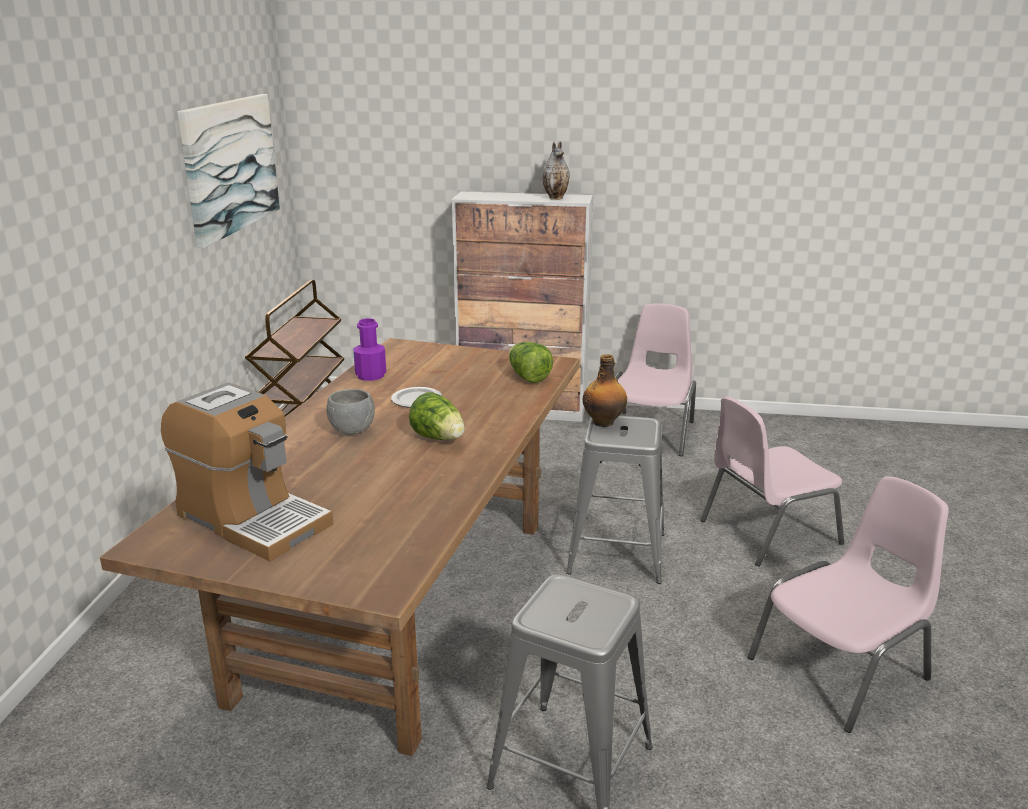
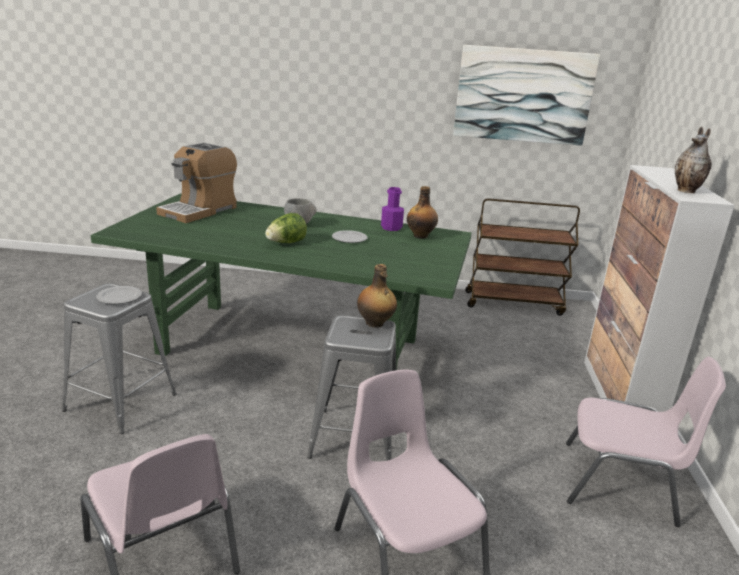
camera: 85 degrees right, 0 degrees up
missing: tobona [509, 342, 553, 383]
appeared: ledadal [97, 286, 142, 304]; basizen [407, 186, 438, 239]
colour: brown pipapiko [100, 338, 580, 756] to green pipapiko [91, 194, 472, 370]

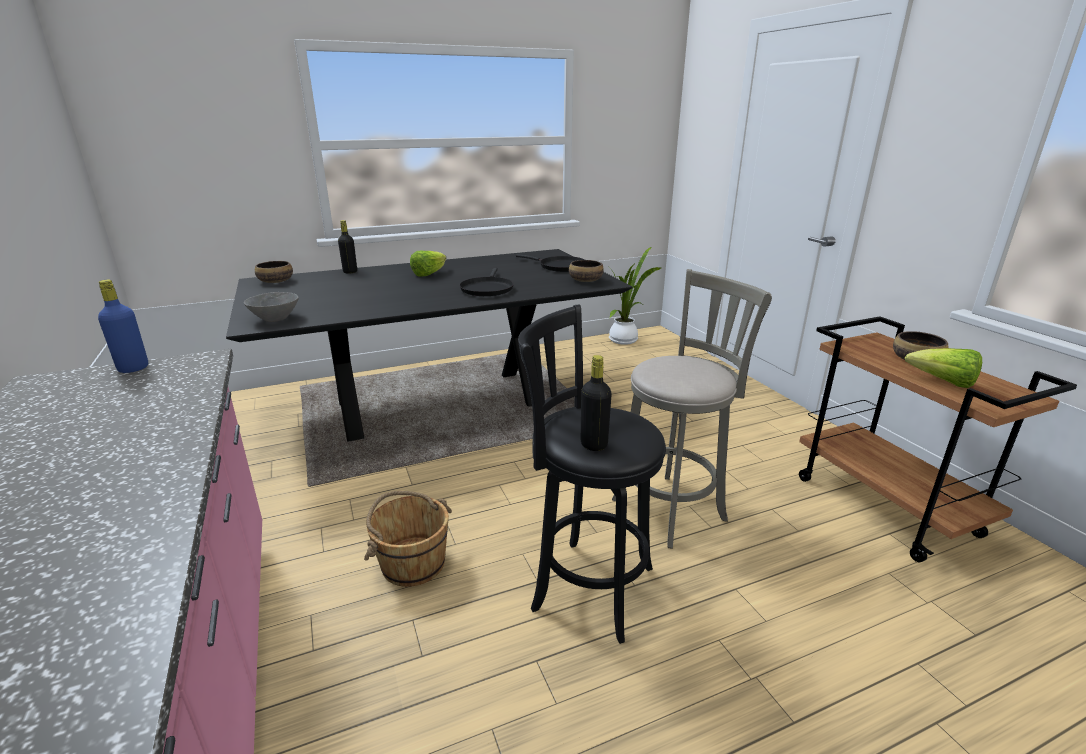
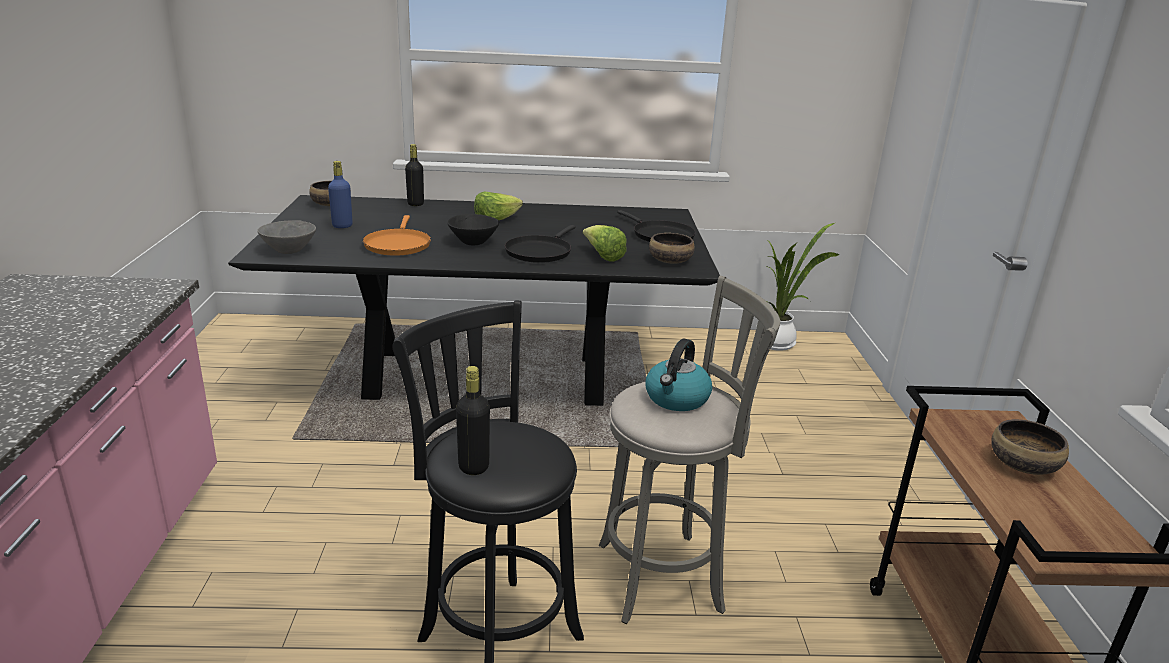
camera: 20 degrees right, 0 degrees up
missing: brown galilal [364, 491, 452, 587]
appeared: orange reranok [363, 215, 431, 256]; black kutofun [447, 214, 499, 245]; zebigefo [645, 339, 712, 411]
relocated: blue basizen [98, 280, 148, 373] to [328, 161, 352, 228]; tobona [905, 348, 982, 388] to [583, 225, 627, 262]

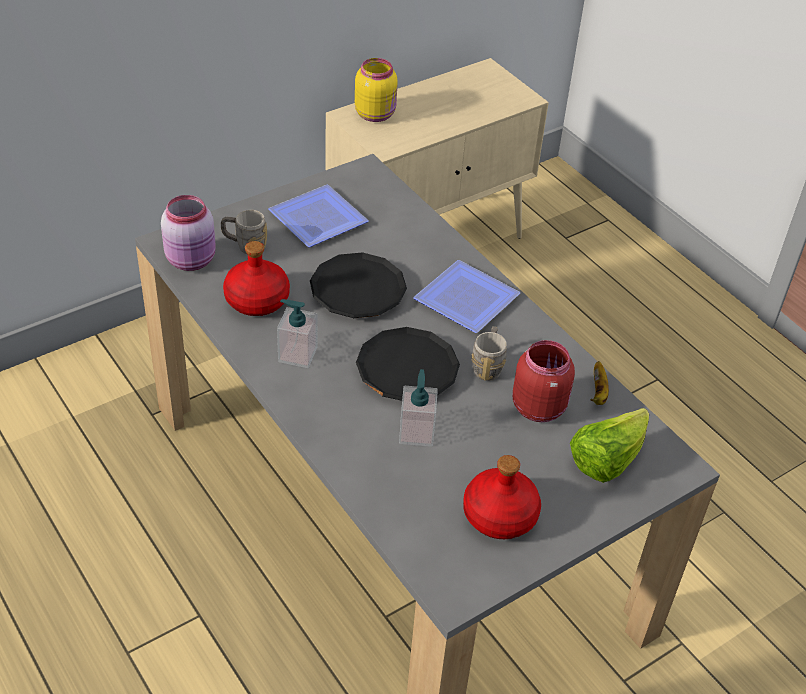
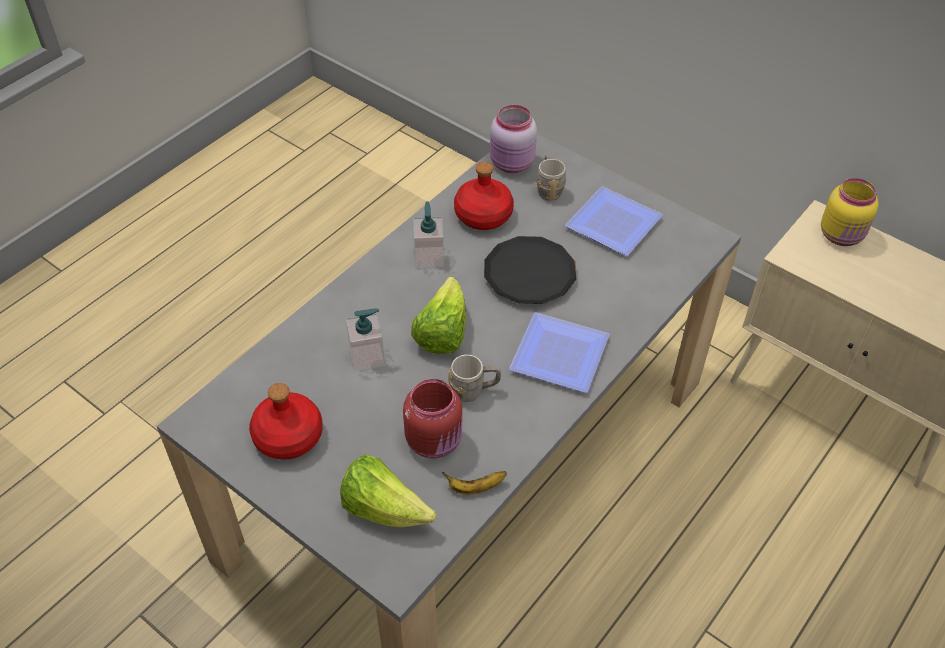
camera: 75 degrees right, 5 degrees up
exchanged: black ledadal [356, 327, 460, 401] to tobona [411, 277, 466, 354]

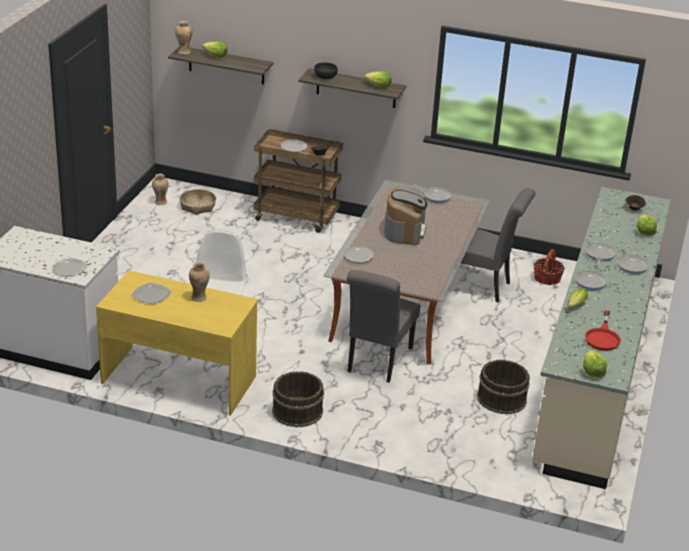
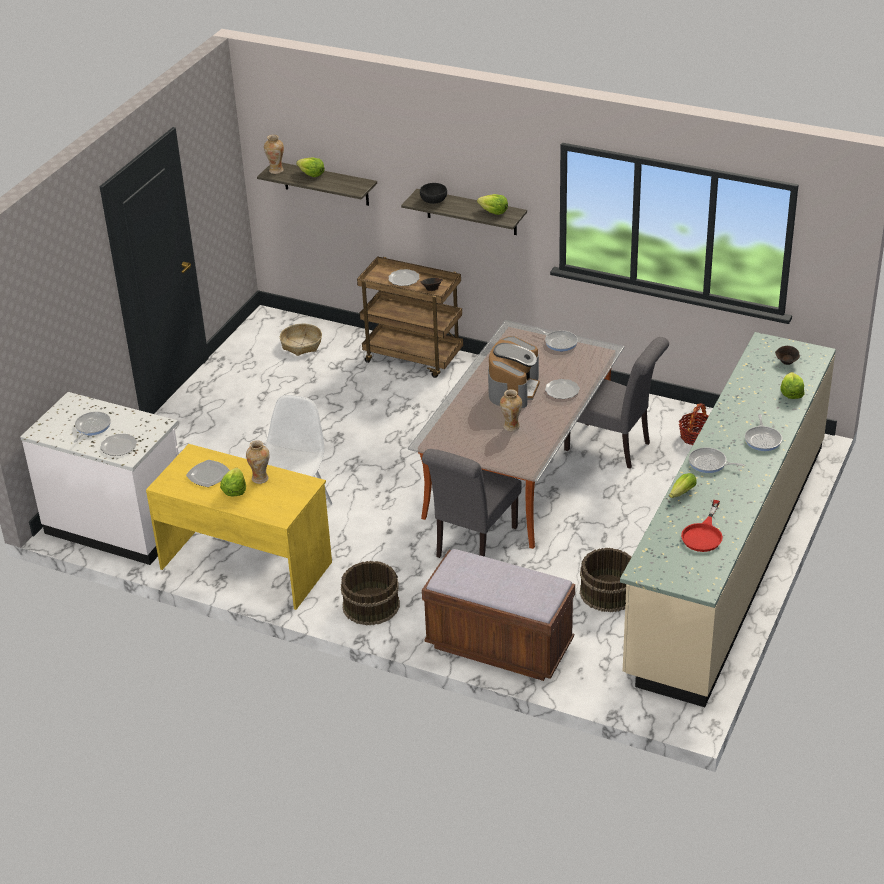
camera: 10 degrees right, 5 degrees up
appeared: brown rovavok [422, 549, 575, 681]
relocated: reranok [585, 243, 616, 266] to [74, 412, 111, 442]; tobona [583, 350, 607, 377] to [220, 468, 246, 496]; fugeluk [152, 174, 168, 205] to [500, 389, 522, 431]; ledadal [343, 246, 374, 263] to [545, 379, 580, 399]

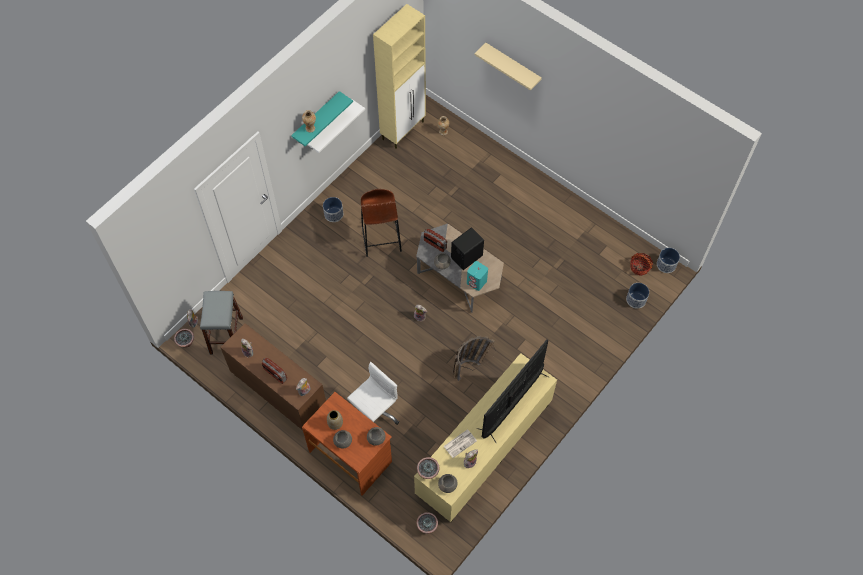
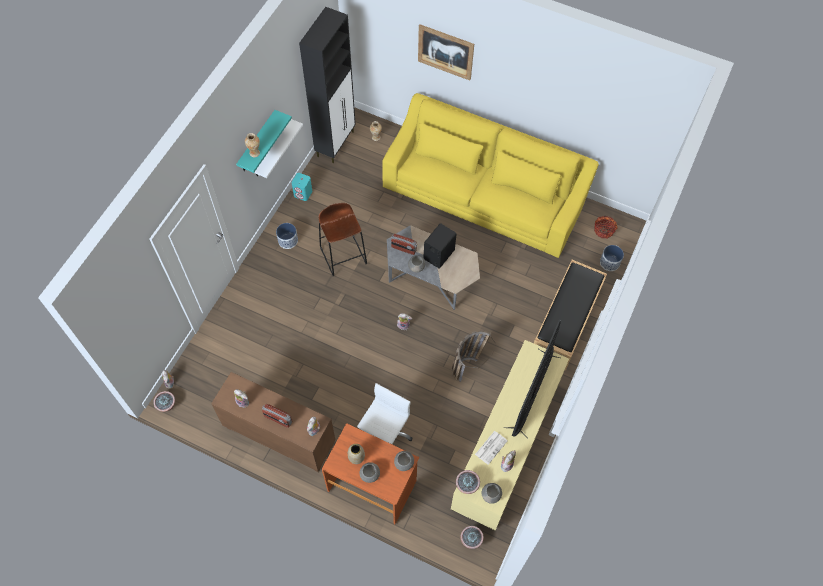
camera: 15 degrees left, 0 degrees up
missing: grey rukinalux [200, 291, 243, 355]; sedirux [657, 248, 680, 273]
appeared: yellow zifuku [382, 93, 599, 258]; black rovavok [534, 260, 607, 370]
relocated: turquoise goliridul [467, 261, 488, 291] to [291, 173, 312, 201]
exchanged: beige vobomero [475, 43, 542, 90] to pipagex [418, 24, 474, 81]
colour: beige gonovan [373, 4, 426, 149] to black gonovan [299, 7, 356, 163]

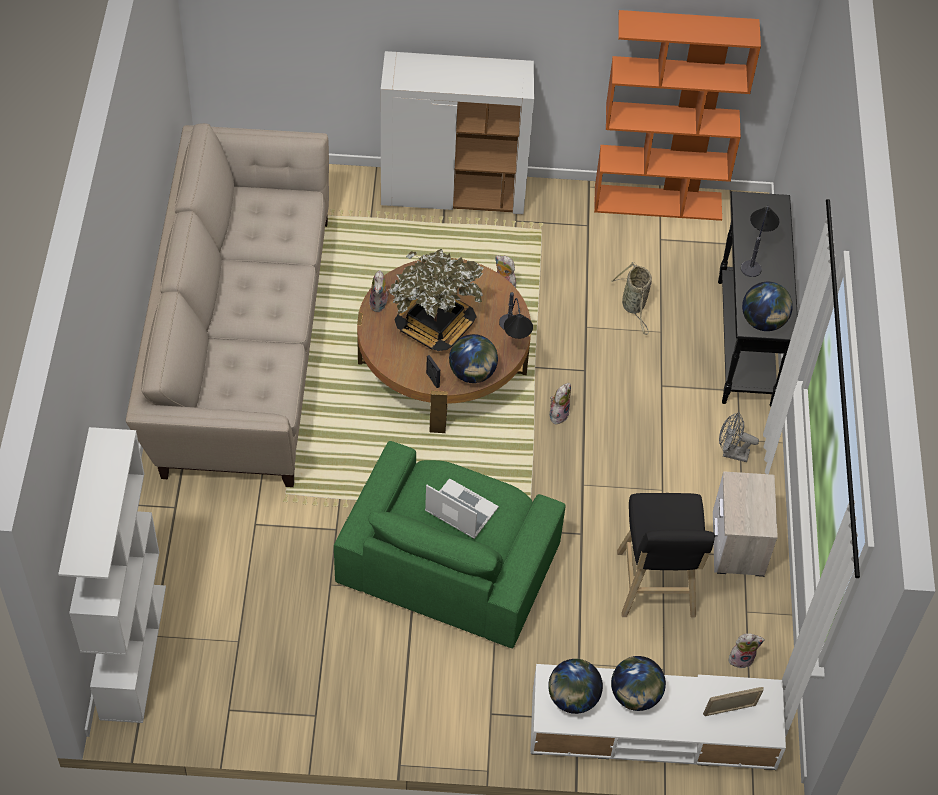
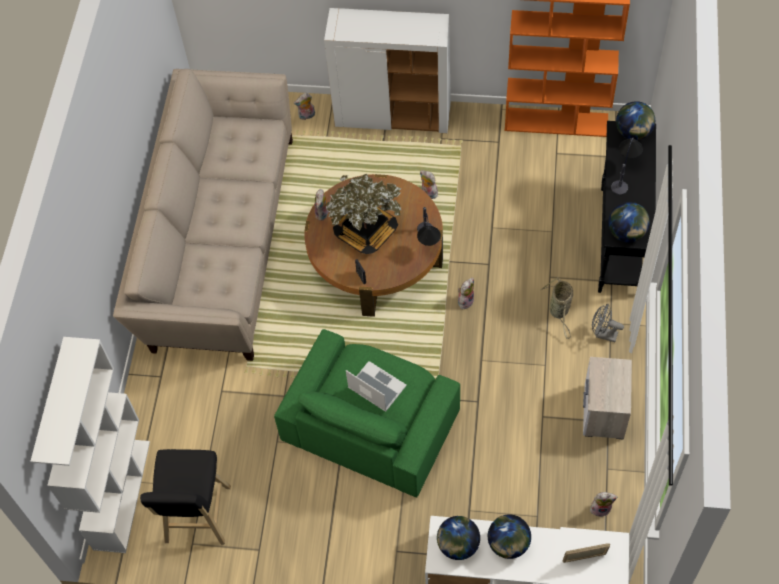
camera: 10 degrees right, 5 degrees up
appeared: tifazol [294, 93, 315, 120]
relocated: black rukinalux [617, 493, 715, 618] to [140, 449, 231, 544]; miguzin [611, 262, 652, 335] to [541, 277, 573, 339]; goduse [449, 334, 498, 383] to [616, 101, 655, 140]

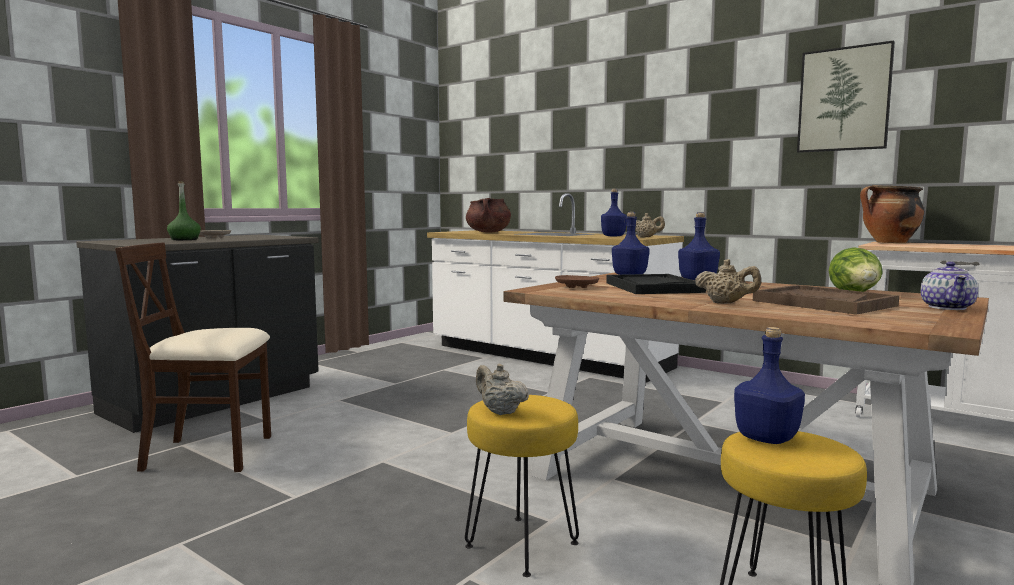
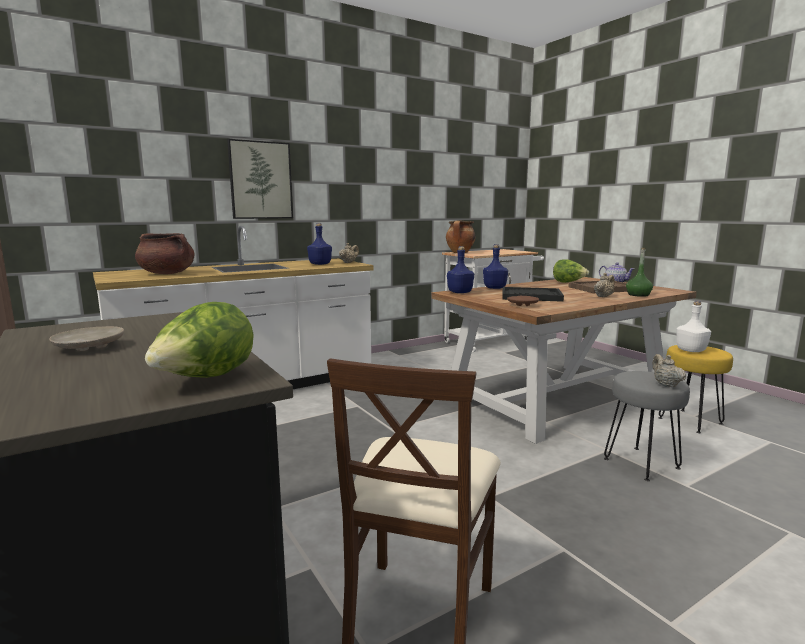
camera: 70 degrees left, 5 degrees up
appeared: tobona [145, 302, 254, 378]
relocated: pipagex [797, 40, 895, 153] to [227, 139, 293, 219]; green basizen [167, 181, 201, 240] to [626, 248, 653, 297]
colour: yellow rukinalux [465, 395, 579, 577] to grey rukinalux [604, 371, 690, 481]; blue basizen [734, 327, 805, 444] to white basizen [676, 301, 711, 352]
spun: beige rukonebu [476, 363, 529, 415] = [652, 354, 686, 387] 105 degrees clockwise

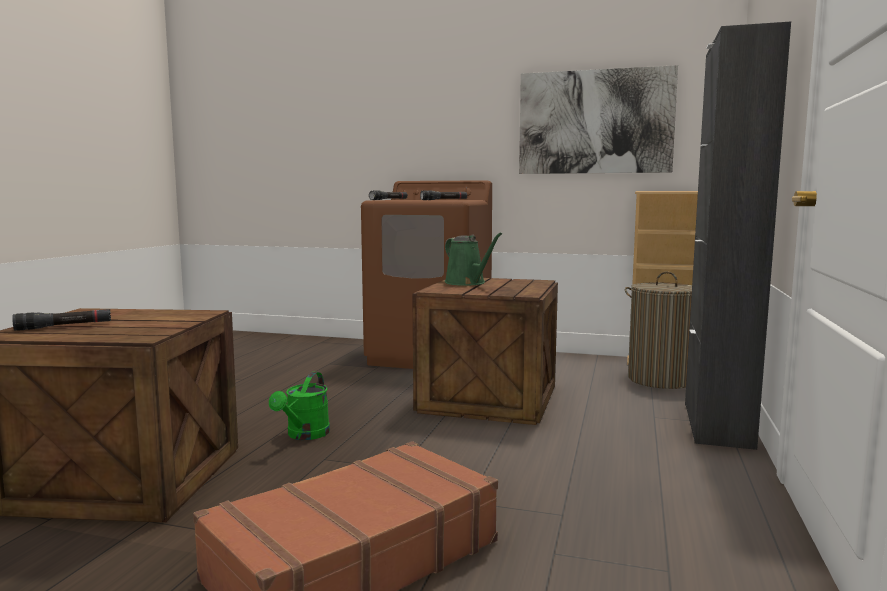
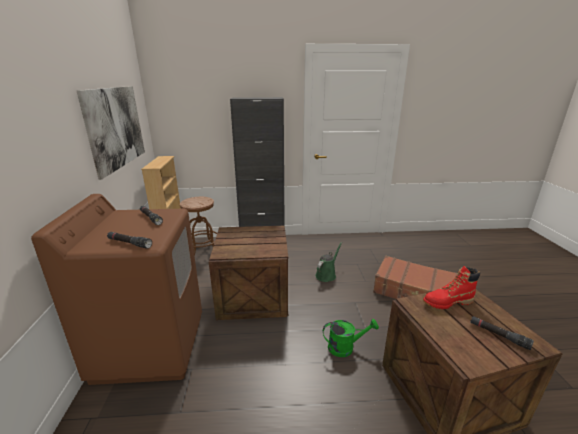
camera: 110 degrees left, 15 degrees up
appeared: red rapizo [423, 266, 480, 309]
relocated: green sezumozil [445, 233, 502, 286] to [315, 242, 342, 282]
exchanged: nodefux [625, 271, 692, 389] to brown rukinalux [180, 197, 217, 256]

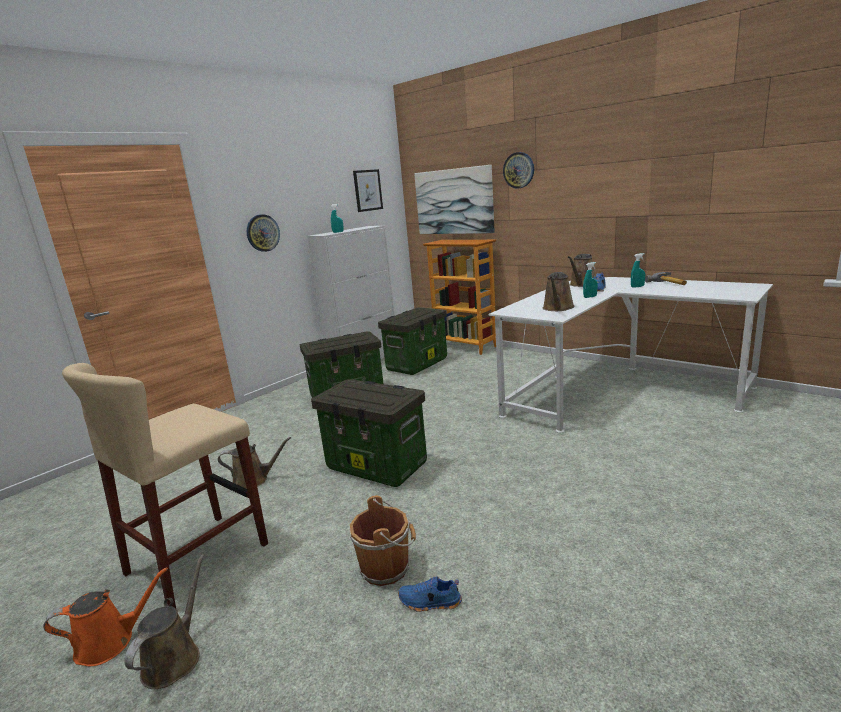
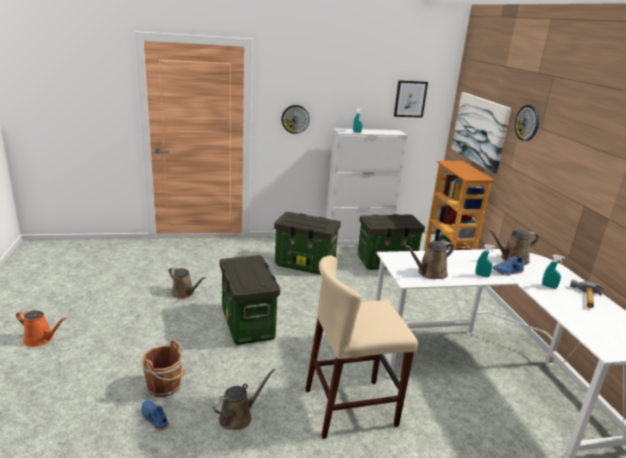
camera: 35 degrees right, 5 degrees up
relocated: brown sezumozil [124, 554, 205, 689] to [212, 368, 276, 430]; beige rukinalux [62, 363, 268, 608] to [305, 256, 418, 439]

